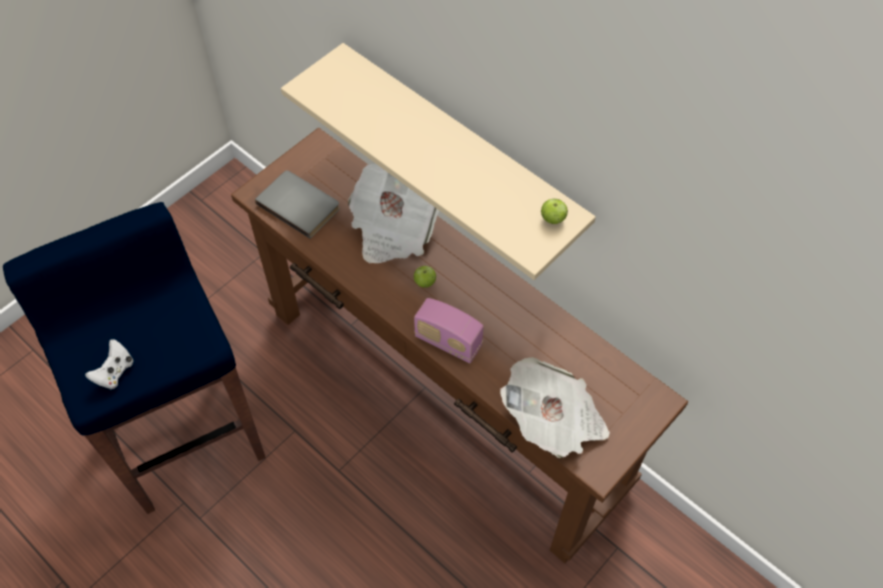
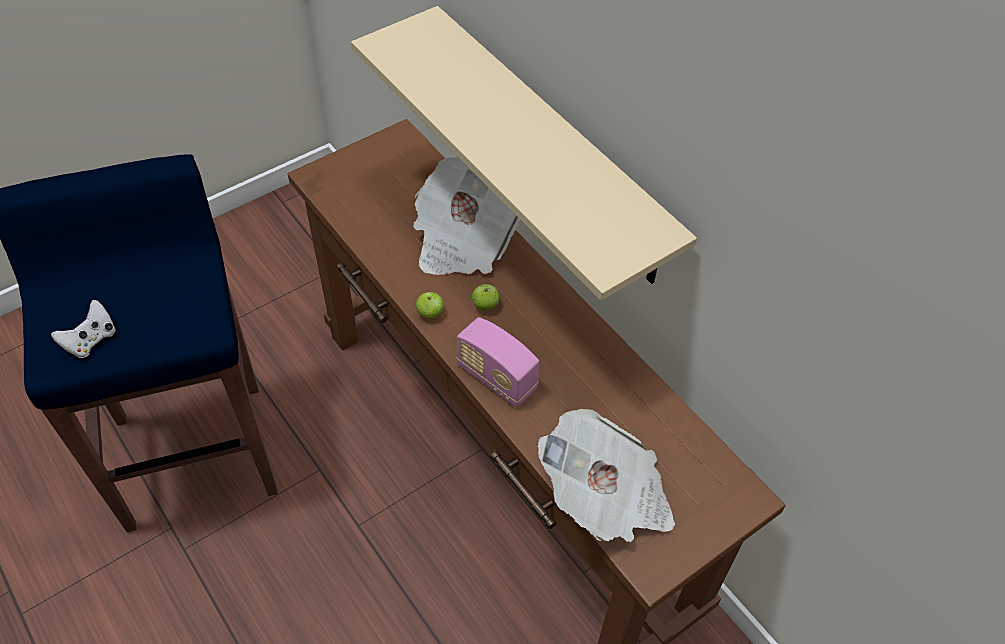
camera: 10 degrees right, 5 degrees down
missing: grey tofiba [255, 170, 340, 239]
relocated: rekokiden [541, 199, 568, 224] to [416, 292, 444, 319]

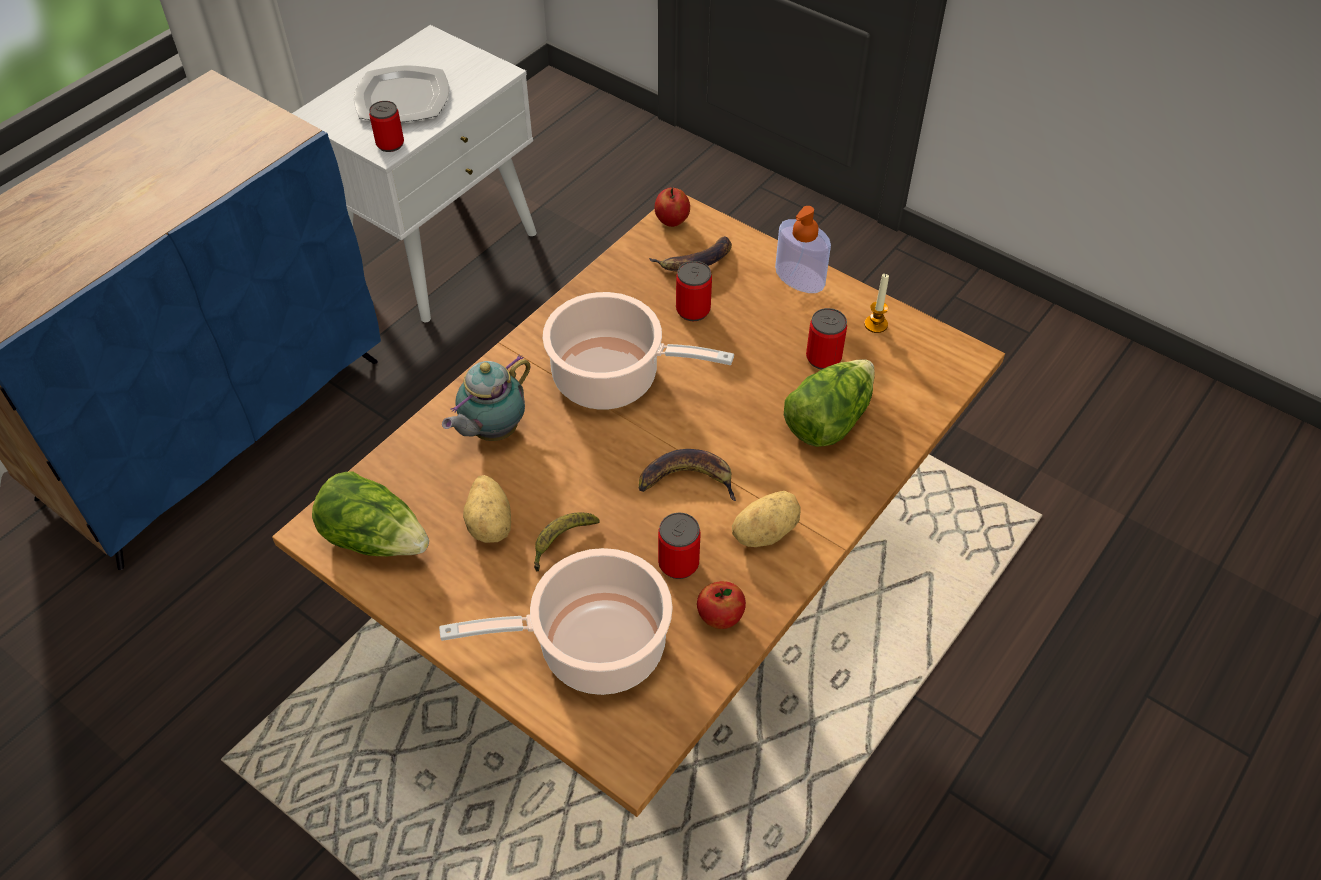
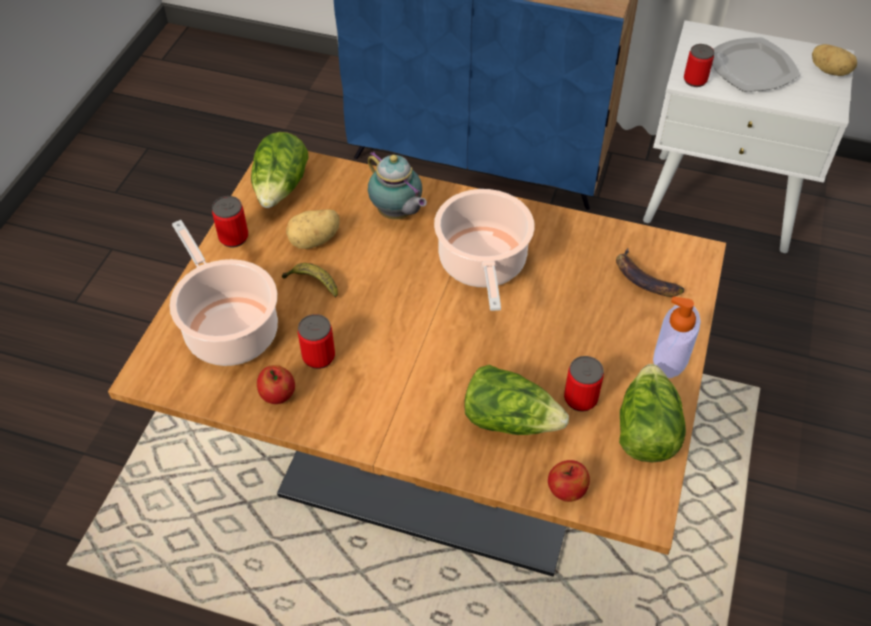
camera: 70 degrees right, 0 degrees up
missing: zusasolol [639, 449, 736, 501]
relocated: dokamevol [676, 261, 712, 321] to [212, 196, 248, 247]; rekokiden [654, 187, 690, 227] to [548, 460, 590, 502]; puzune [732, 491, 801, 547] to [812, 44, 857, 76]
exchanged: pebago [864, 274, 889, 333] to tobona [619, 364, 686, 462]
spun: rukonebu [442, 354, 530, 441] = [368, 151, 427, 219] 150 degrees counterclockwise

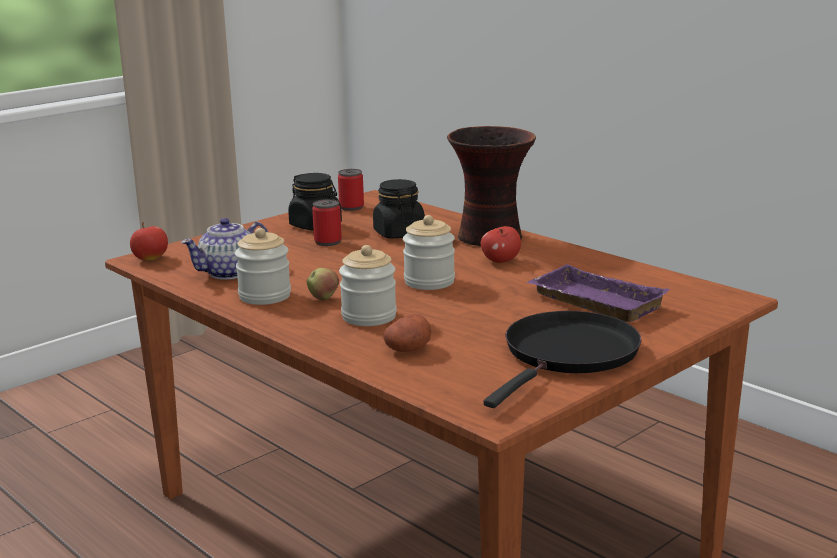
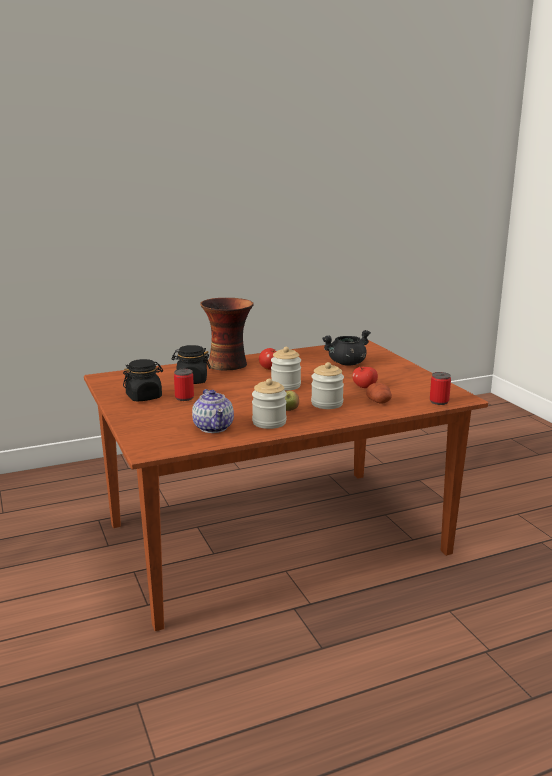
camera: 70 degrees left, 0 degrees up
missing: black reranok [483, 311, 641, 408]
relocated: rekokiden [130, 222, 168, 261] to [352, 366, 378, 388]; dokamevol [338, 169, 364, 211] to [430, 372, 451, 405]
exchanged: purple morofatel [527, 264, 670, 322] to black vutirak [322, 330, 371, 366]

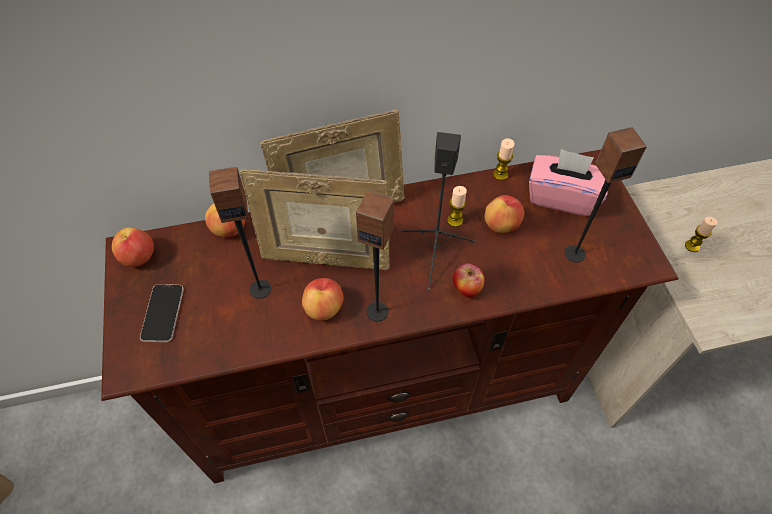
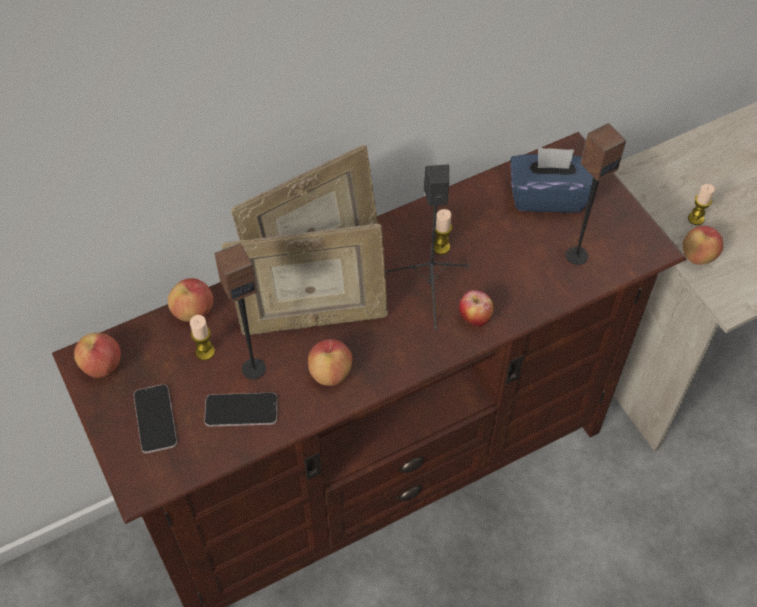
camera: 15 degrees left, 0 degrees up
missing: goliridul [356, 190, 394, 321]
appeared: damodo [204, 393, 277, 427]
relocated: pebago [493, 138, 514, 181] to [190, 315, 215, 360]; rekokiden [484, 195, 524, 233] to [683, 226, 723, 265]
colour: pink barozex [529, 149, 607, 216] to blue barozex [510, 147, 593, 213]

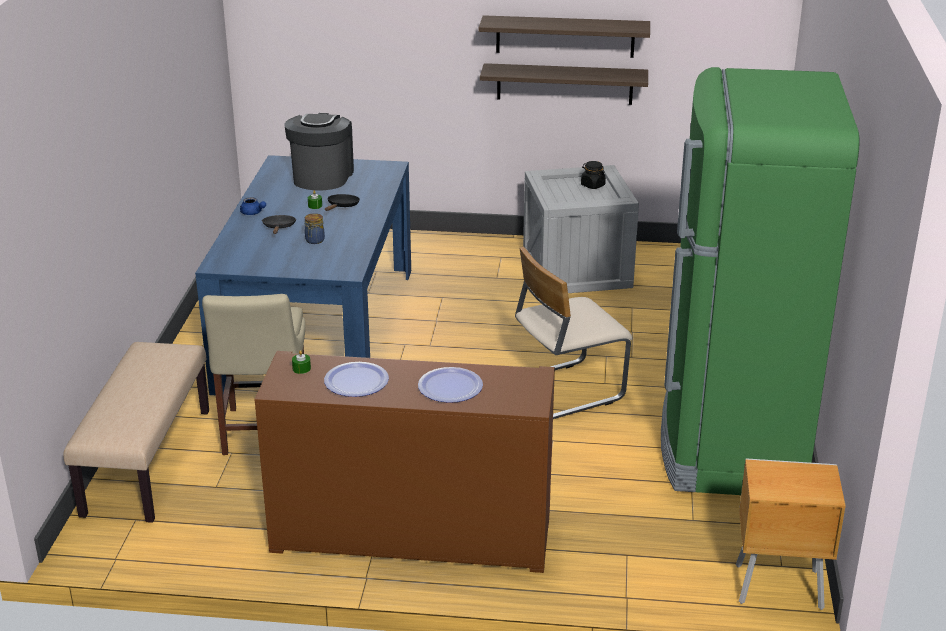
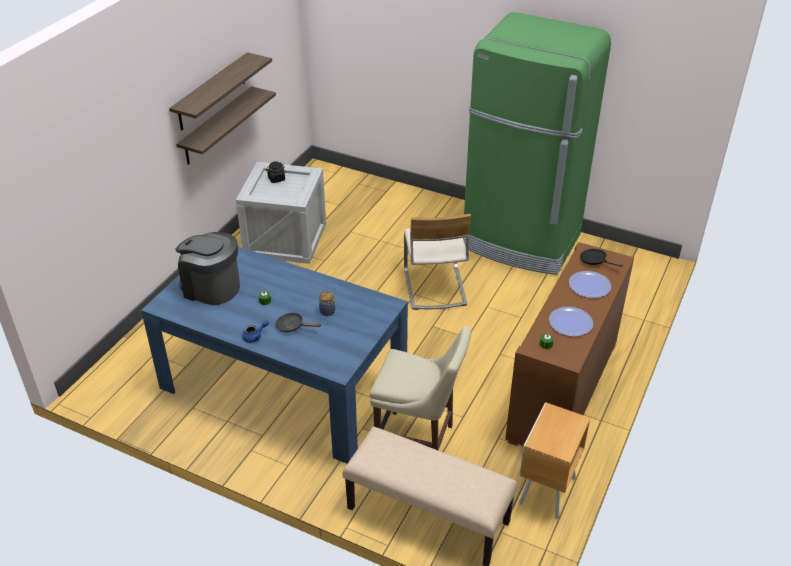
camera: 70 degrees left, 10 degrees up
relocated: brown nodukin [736, 458, 846, 610] to [518, 402, 590, 519]; black reranok [325, 194, 360, 211] to [580, 249, 623, 267]

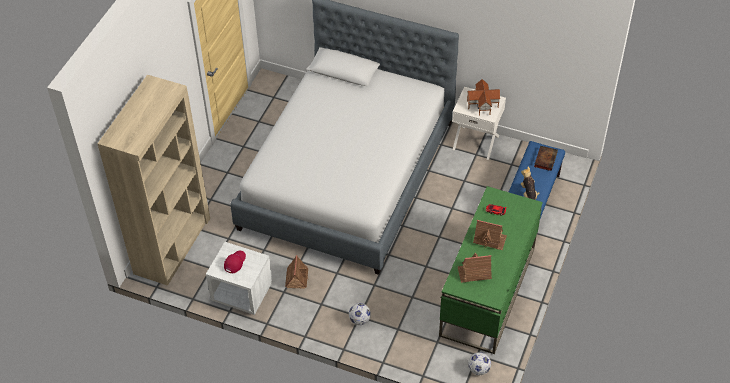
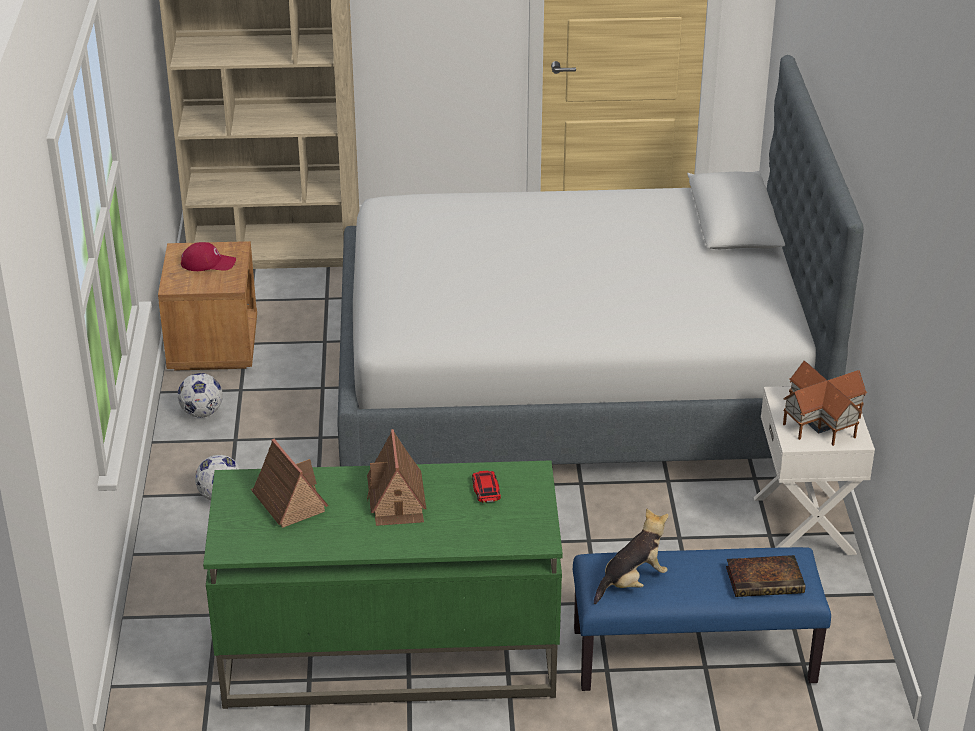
camera: 65 degrees right, 15 degrees down
missing: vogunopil [285, 255, 309, 289]
relocated: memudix [468, 352, 491, 375] to [178, 373, 223, 418]
colour: white nodukin [206, 242, 272, 315] to brown nodukin [158, 241, 257, 370]

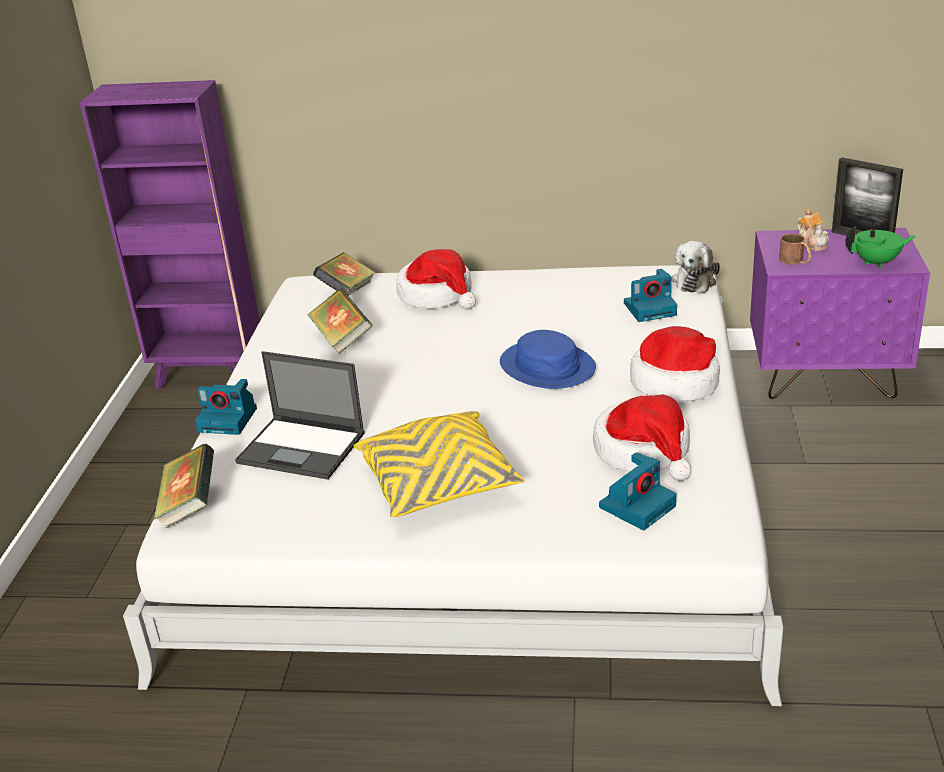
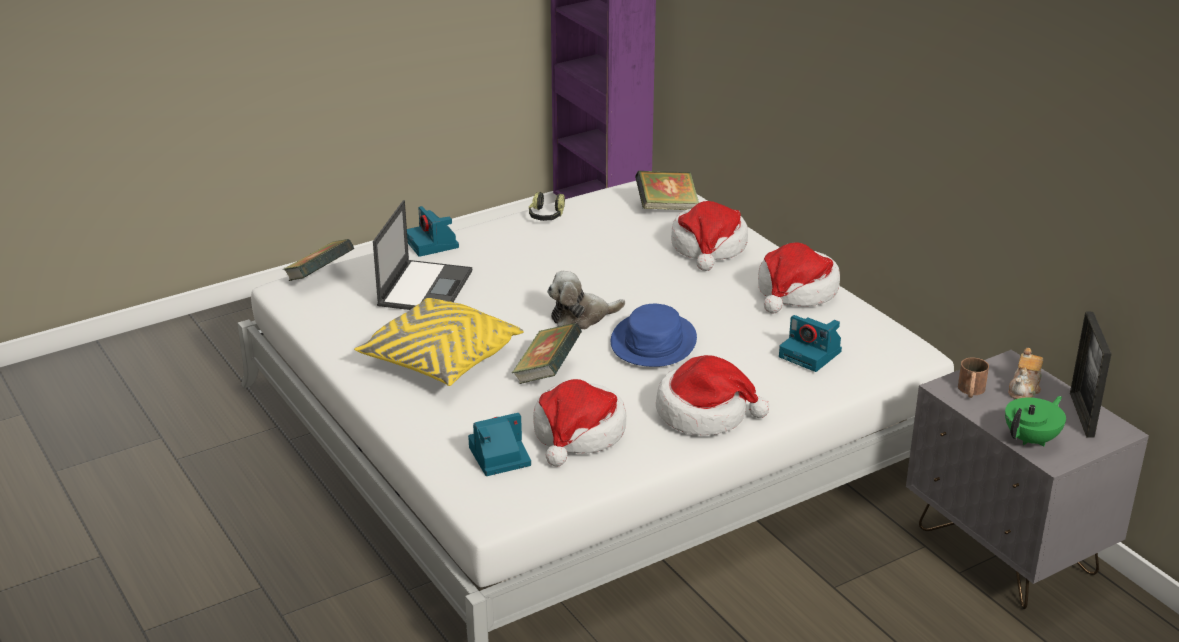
camera: 50 degrees right, 0 degrees up
appeared: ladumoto [529, 192, 565, 221]; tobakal [758, 242, 840, 313]
relocated: tofiba [308, 288, 373, 354] to [512, 323, 582, 384]; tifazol [672, 241, 720, 293] to [547, 271, 625, 330]
colour: purple nodukin [750, 228, 930, 399] to grey nodukin [906, 350, 1149, 609]
spun: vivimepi [235, 351, 365, 480] = [373, 200, 472, 310] 150 degrees counterclockwise; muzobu [599, 452, 677, 530] = [468, 413, 531, 476] 150 degrees clockwise; green rukonebu [846, 226, 916, 268] = [1005, 396, 1066, 446] 90 degrees counterclockwise

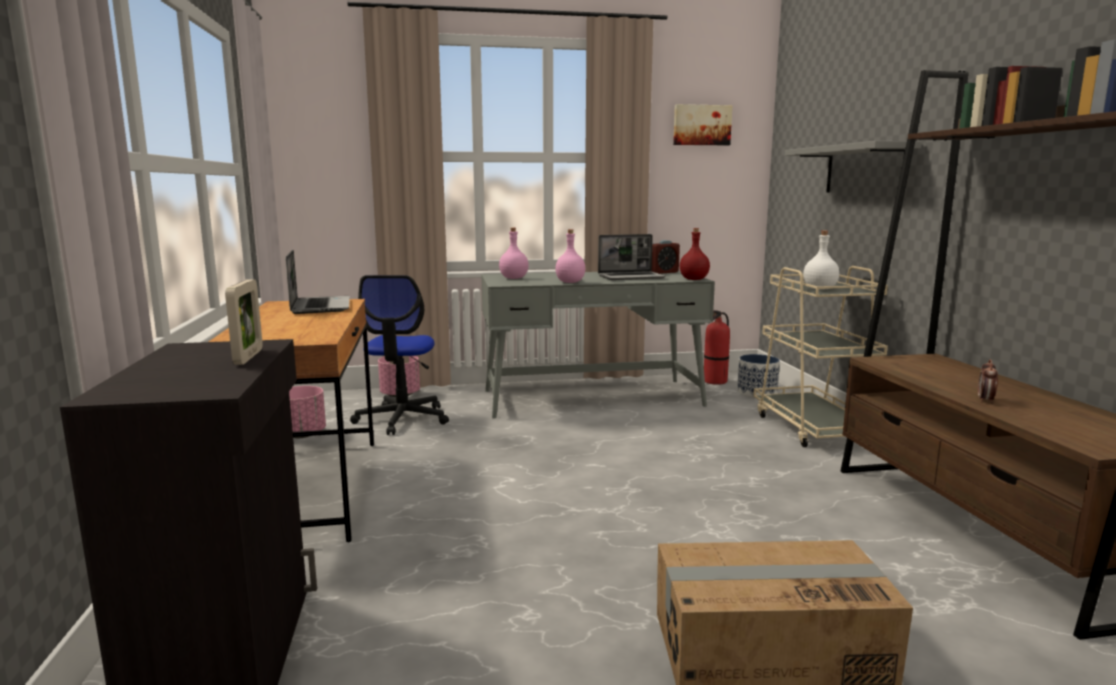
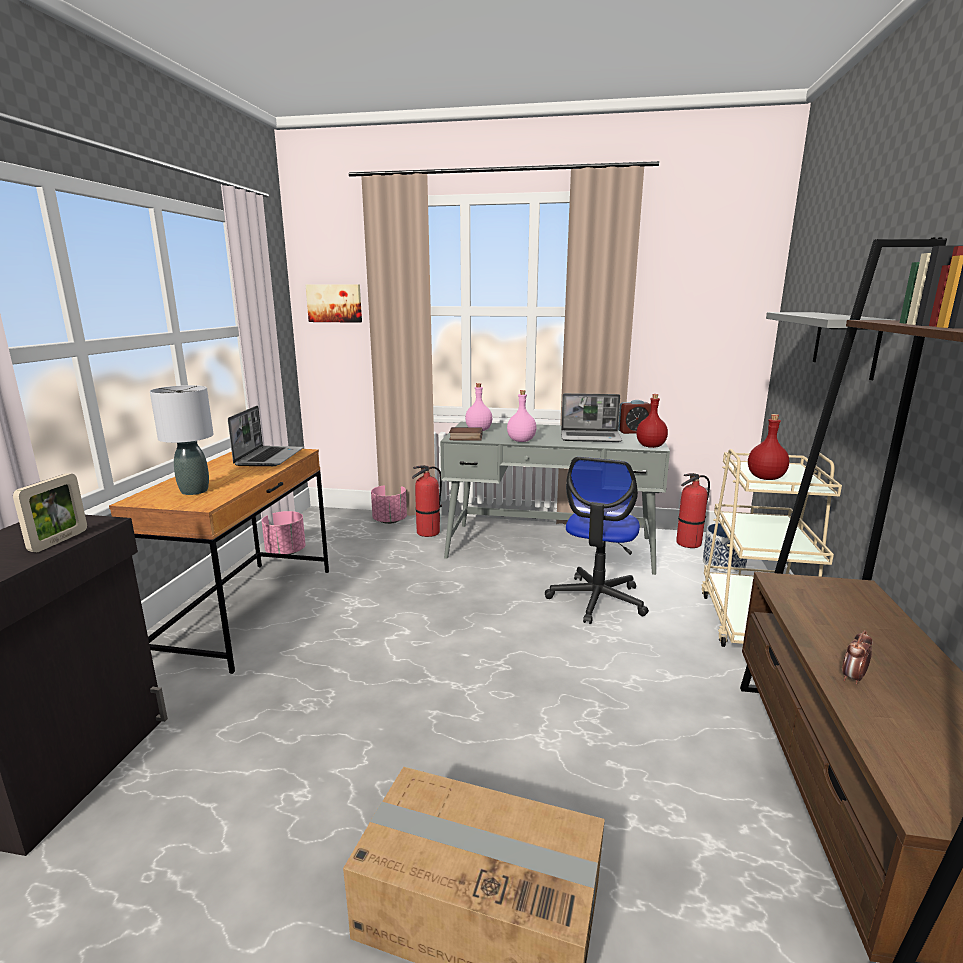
camera: 20 degrees right, 5 degrees up
appeared: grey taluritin [150, 385, 213, 495]; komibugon [412, 465, 442, 537]; tofiba [449, 427, 482, 441]
relocated: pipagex [673, 104, 732, 145] to [306, 284, 362, 323]; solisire [350, 275, 449, 435] to [545, 457, 649, 624]
colour: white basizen [803, 231, 839, 290] to red basizen [748, 414, 789, 480]

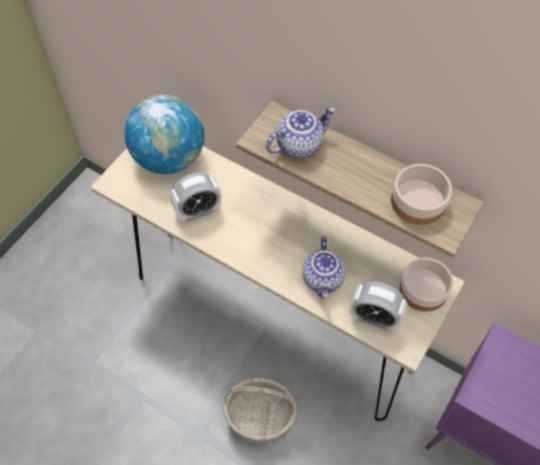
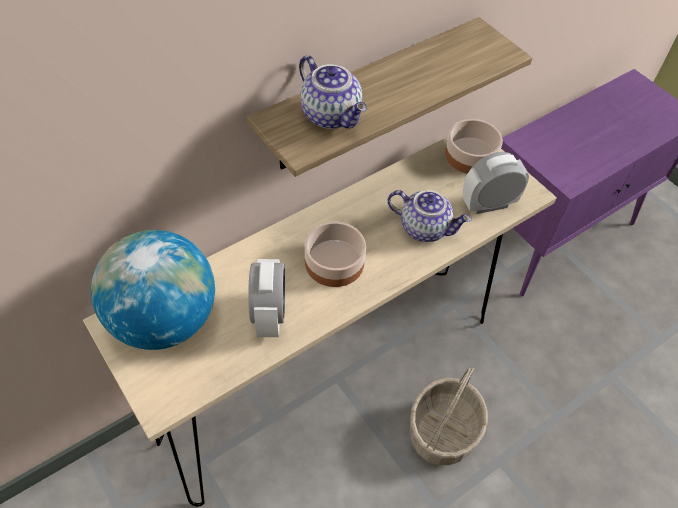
camera: 70 degrees left, 5 degrees down
relocated: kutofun [391, 164, 452, 225] to [305, 222, 366, 287]
spun: rukonebu [266, 107, 335, 158] = [299, 55, 367, 129] 150 degrees clockwise; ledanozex [350, 281, 407, 331] = [463, 152, 529, 214] 150 degrees counterclockwise

